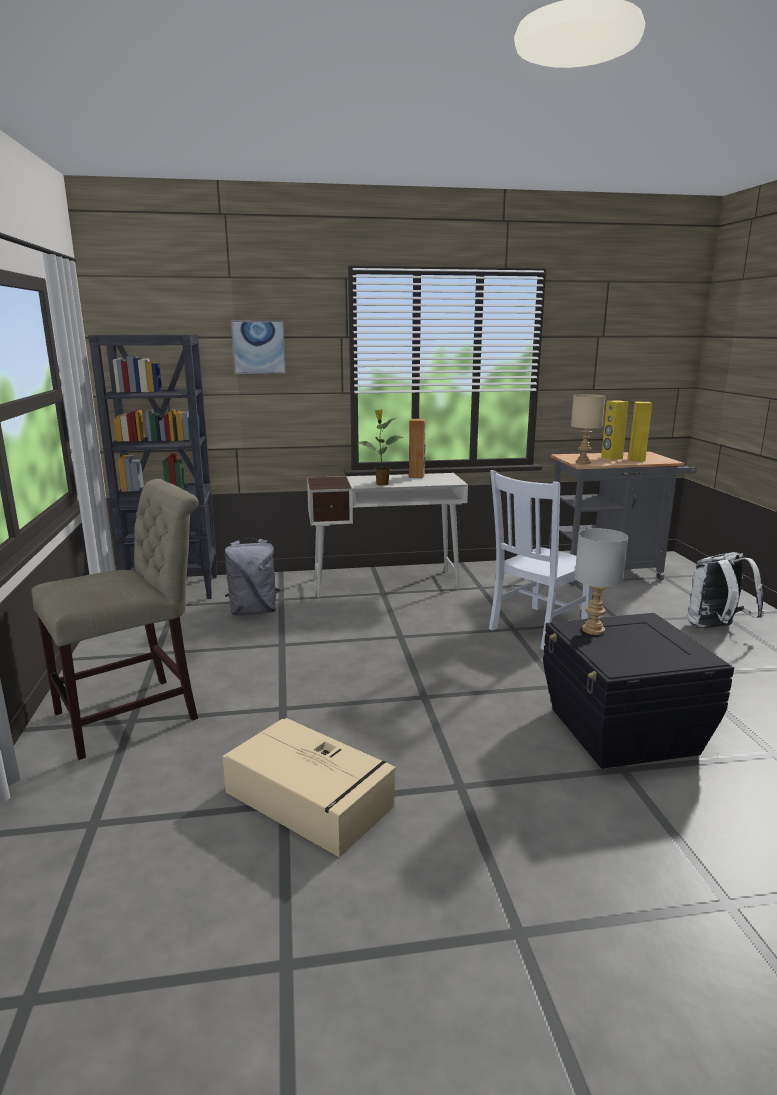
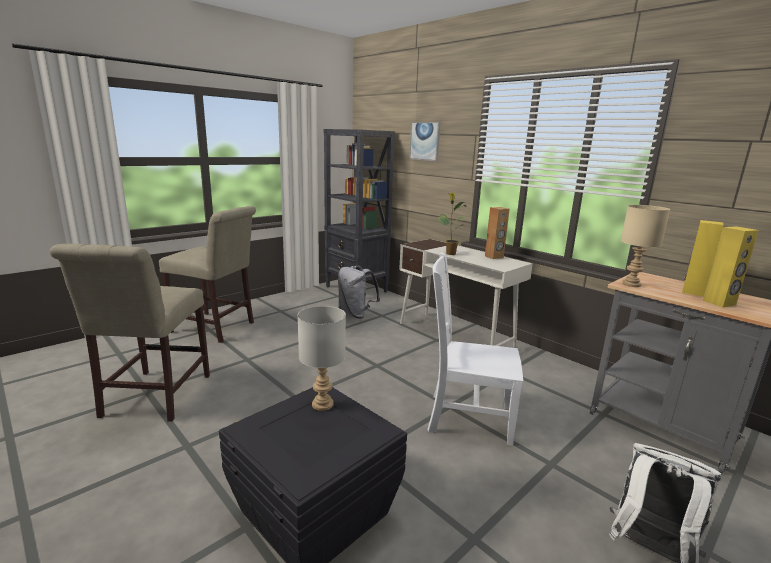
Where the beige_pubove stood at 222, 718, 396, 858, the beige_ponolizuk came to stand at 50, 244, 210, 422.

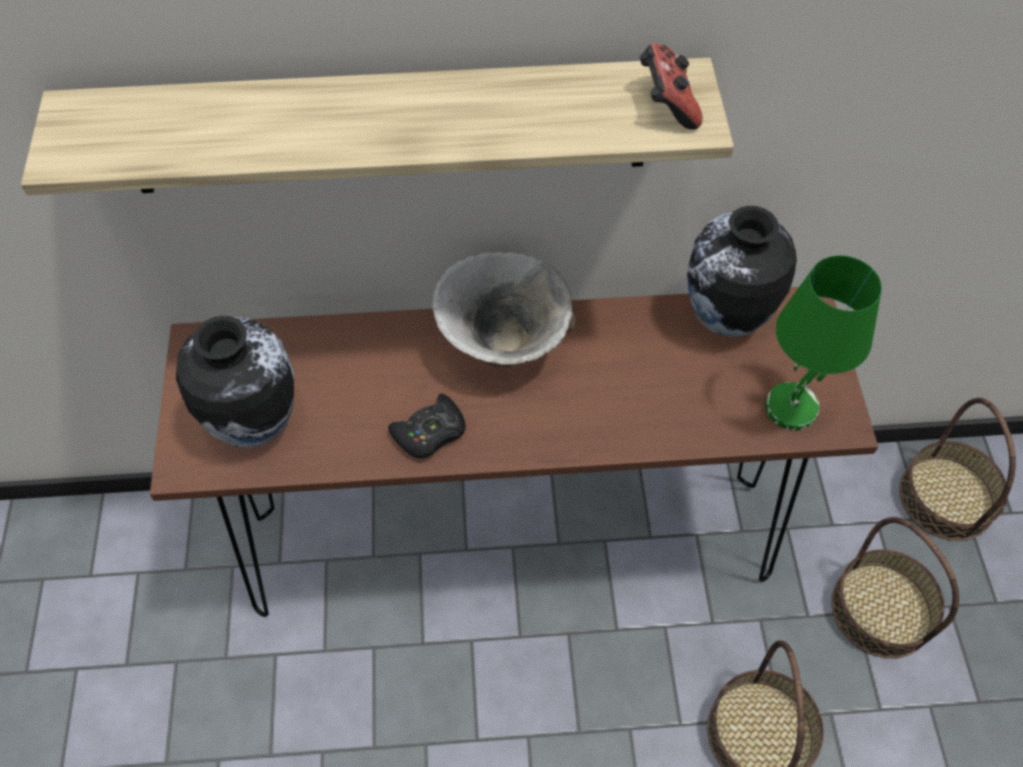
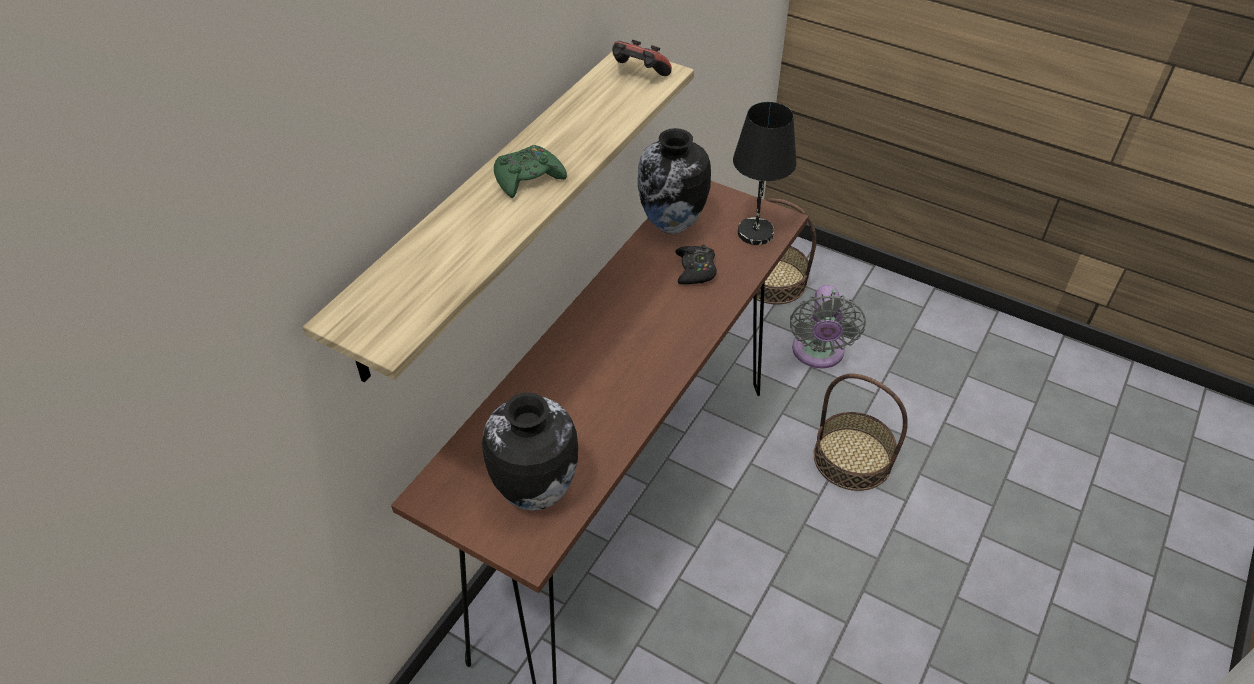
The second view lost the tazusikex at 432, 252, 575, 367.
What was the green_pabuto at 765, 255, 882, 430 turned into the black_pabuto at 733, 102, 797, 245.
The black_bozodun ended up elsewhere, having gone from 388, 394, 466, 458 to 675, 245, 717, 284.
Where the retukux stood at 831, 517, 959, 658, the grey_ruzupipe came to stand at 790, 285, 866, 368.
The second view gained the green_bozodun at 494, 145, 567, 198.

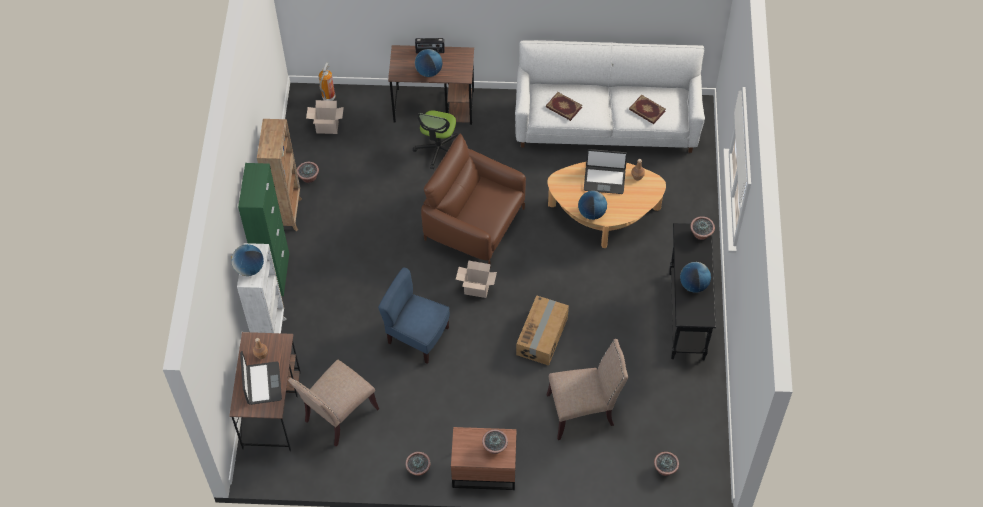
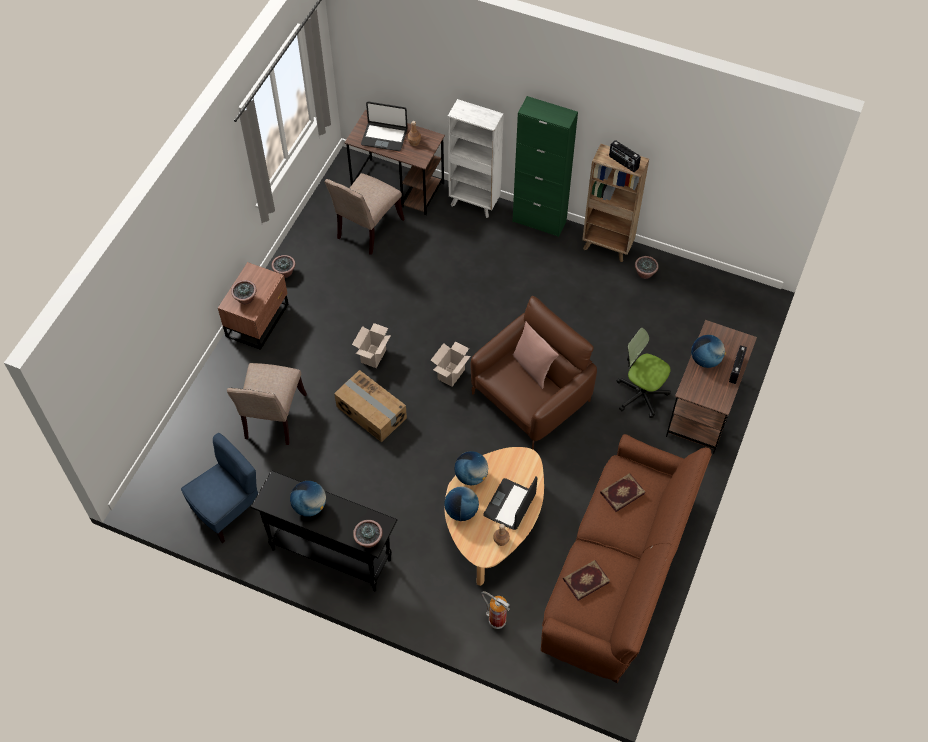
What was the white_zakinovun at 515, 40, 705, 153 turned into the brown_zakinovun at 541, 434, 712, 683.
The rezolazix ended up elsewhere, having gone from 318, 62, 335, 101 to 481, 591, 510, 629.
The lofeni ended up elsewhere, having gone from 306, 100, 344, 134 to 352, 323, 391, 368.
The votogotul ended up elsewhere, having gone from 231, 244, 264, 276 to 444, 486, 479, 521.
The blue_ponolizuk ended up elsewhere, having gone from 378, 267, 450, 364 to 181, 433, 258, 543.
The beige_ponolizuk at 288, 360, 379, 446 ended up facing another way, 120 degrees counterclockwise from before.
The second view lost the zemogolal at 654, 452, 679, 476.
The second view gained the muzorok at 609, 140, 641, 172.
The second view gained the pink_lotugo at 513, 321, 559, 389.

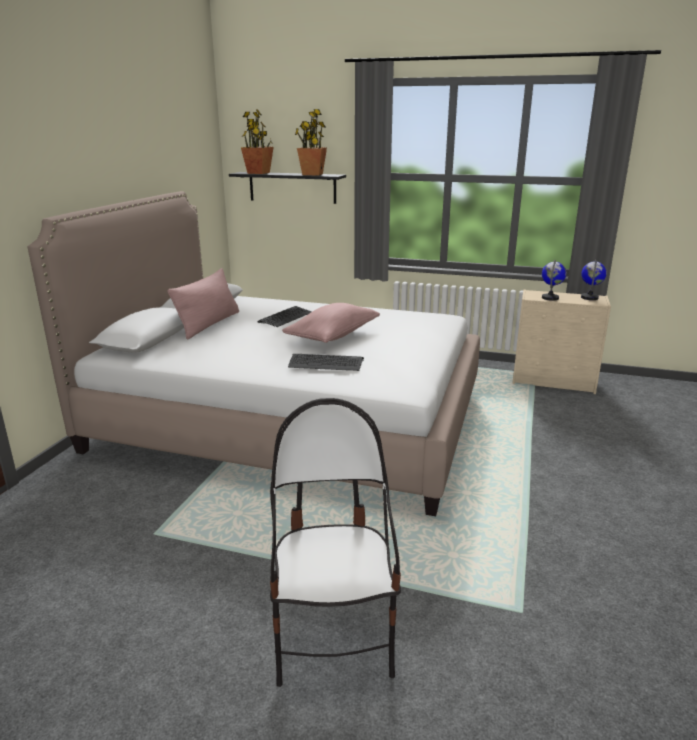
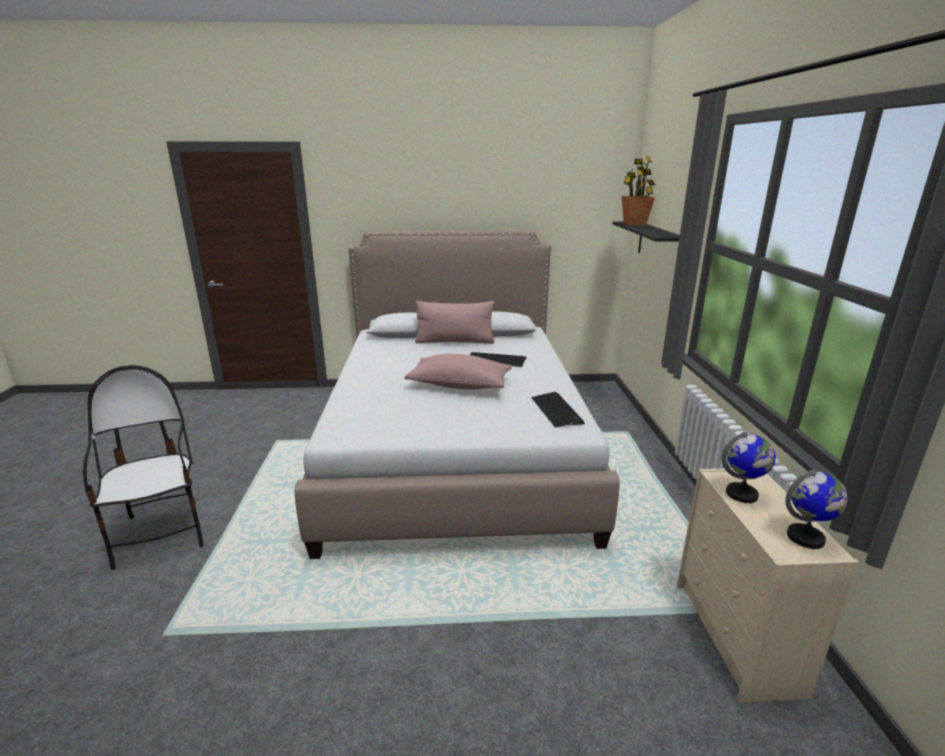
The second view lost the zemogolal at 295, 109, 327, 175.
The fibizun ended up elsewhere, having gone from 288, 354, 364, 371 to 532, 392, 585, 428.
The ponolizuk at 270, 398, 401, 687 ended up facing another way, 90 degrees counterclockwise from before.

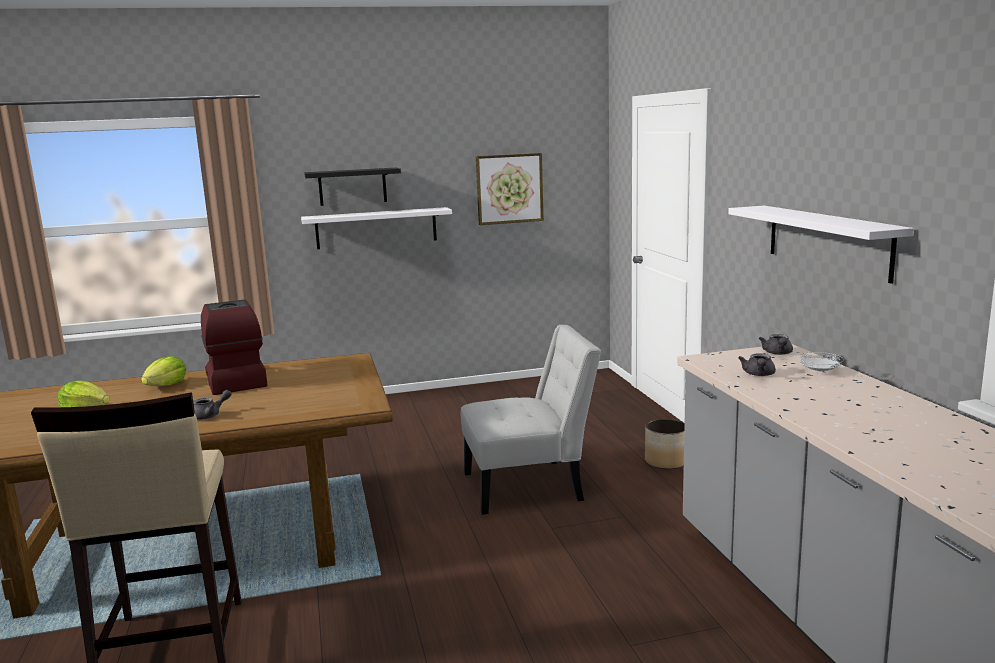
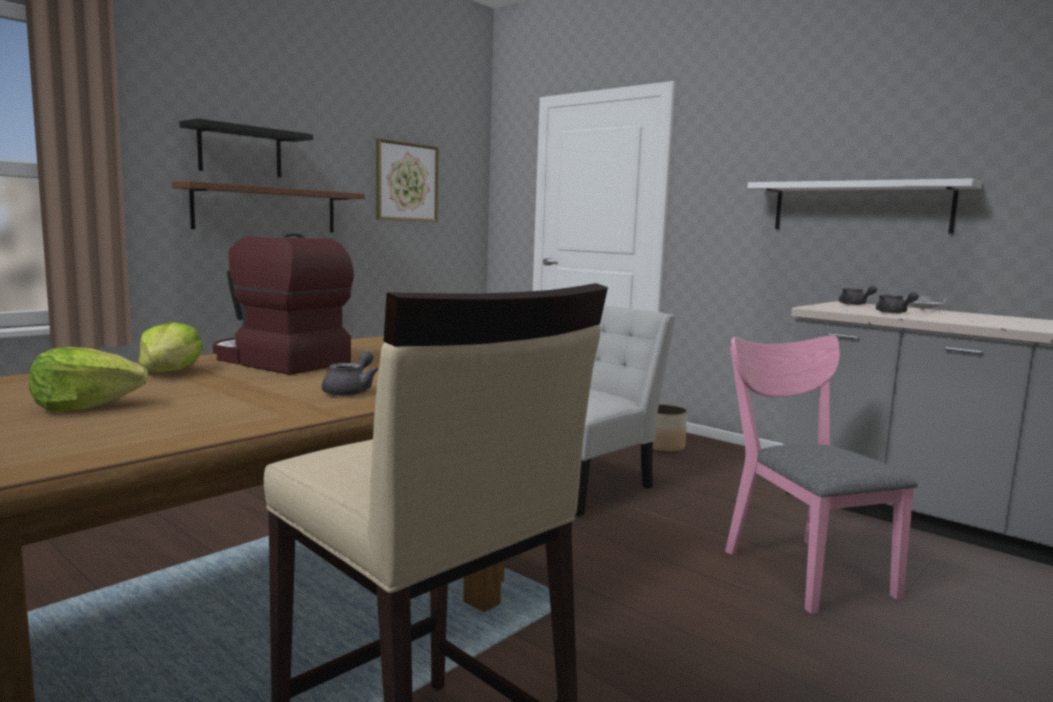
What was the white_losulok at 301, 207, 452, 249 turned into the brown_losulok at 171, 181, 365, 233.
The second view gained the pink_ponolizuk at 725, 335, 918, 614.

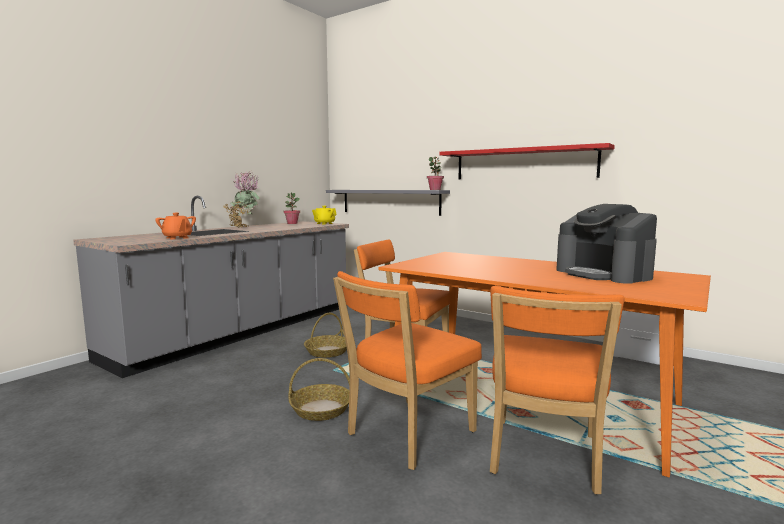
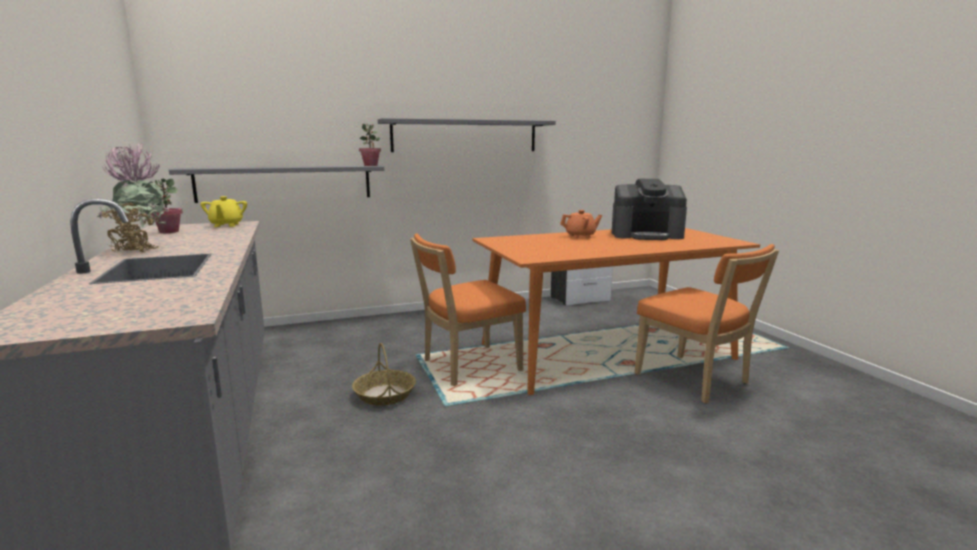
What was the red_losulok at 439, 143, 615, 180 turned into the grey_losulok at 378, 118, 556, 152.
The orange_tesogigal ended up elsewhere, having gone from 155, 213, 196, 239 to 560, 210, 602, 238.
The second view lost the orange_ponolizuk at 333, 271, 482, 470.
The second view lost the retukux at 288, 358, 350, 421.

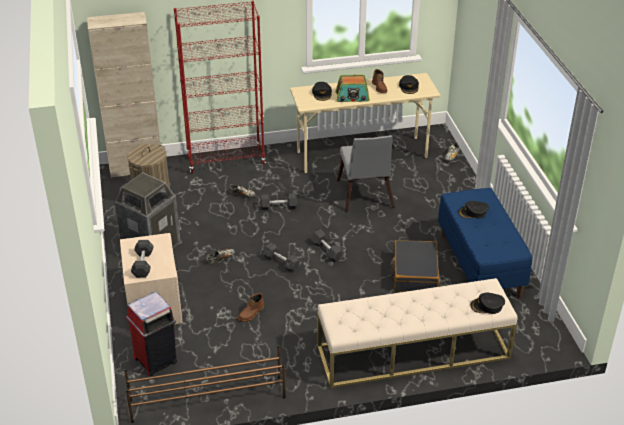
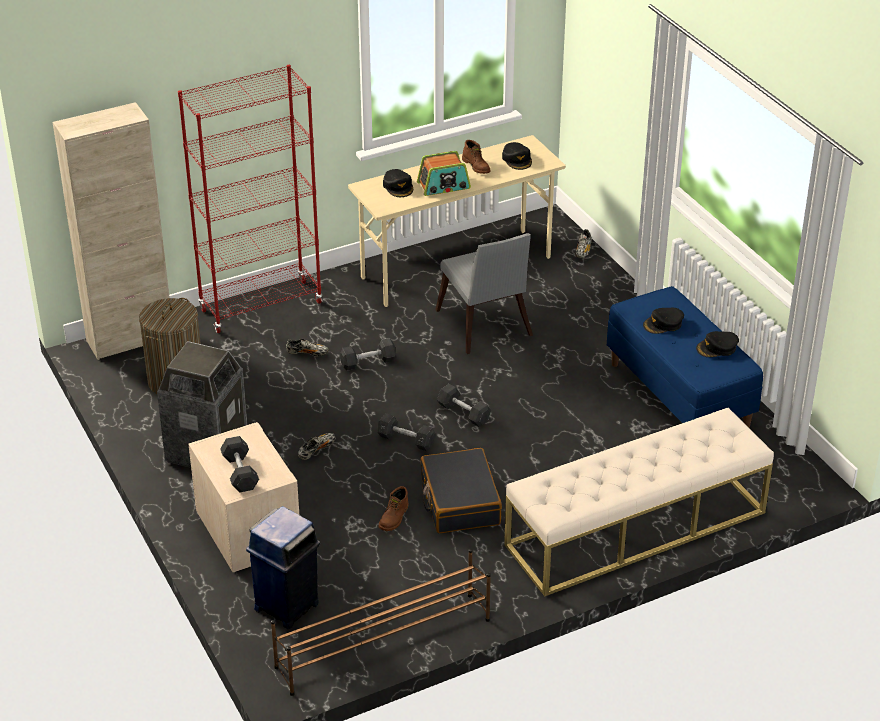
The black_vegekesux ended up elsewhere, having gone from 391, 240, 440, 292 to 420, 448, 502, 533.
What was the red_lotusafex at 126, 292, 177, 376 turned into the blue_lotusafex at 246, 506, 320, 629.
The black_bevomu ended up elsewhere, having gone from 470, 293, 505, 314 to 696, 331, 739, 357.

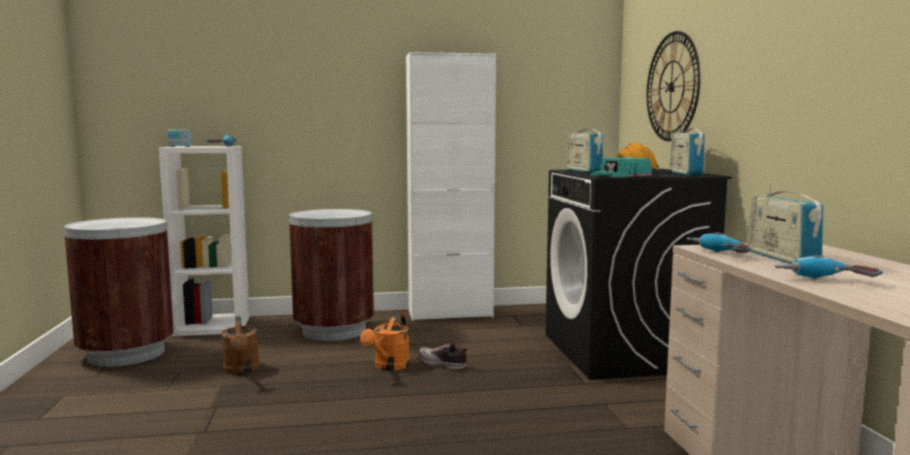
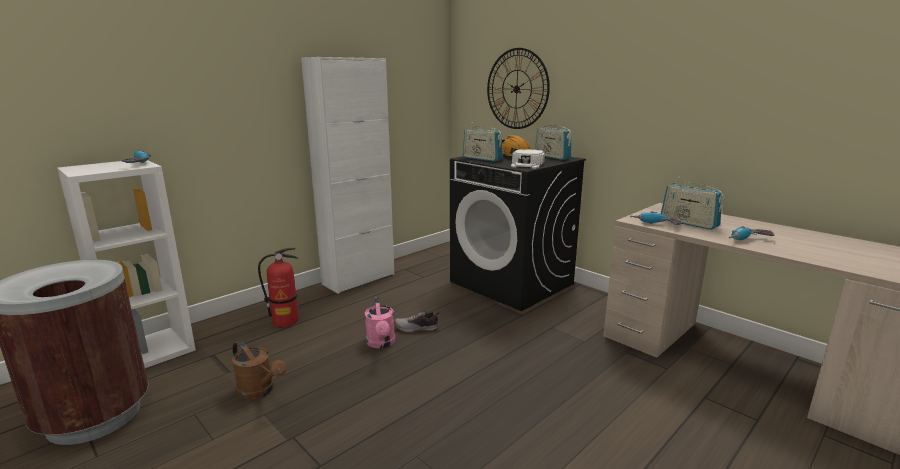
The second view lost the muzorok at 168, 111, 192, 147.
What was the turquoise_bevomu at 591, 158, 652, 177 turned into the white_bevomu at 511, 149, 545, 169.
Where the brown_lotusafex stood at 289, 209, 374, 341, the rezolazix came to stand at 258, 248, 299, 327.
What was the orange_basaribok at 360, 313, 410, 371 turned into the pink_basaribok at 365, 297, 396, 348.

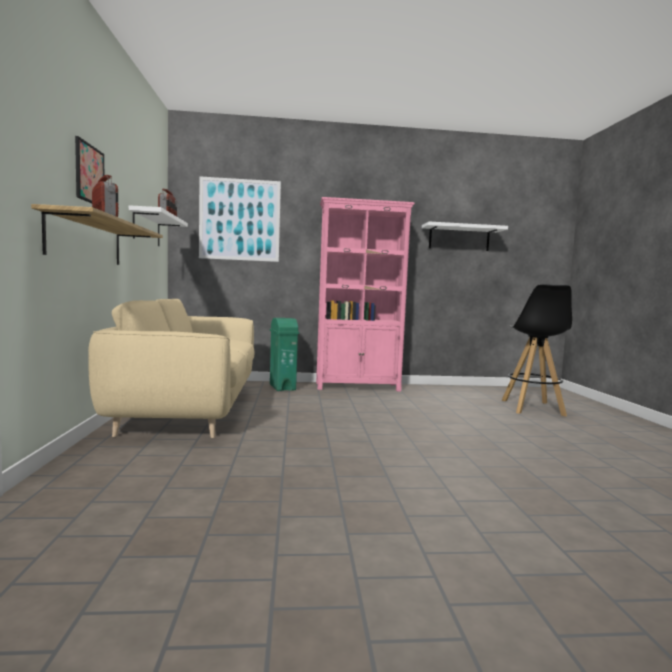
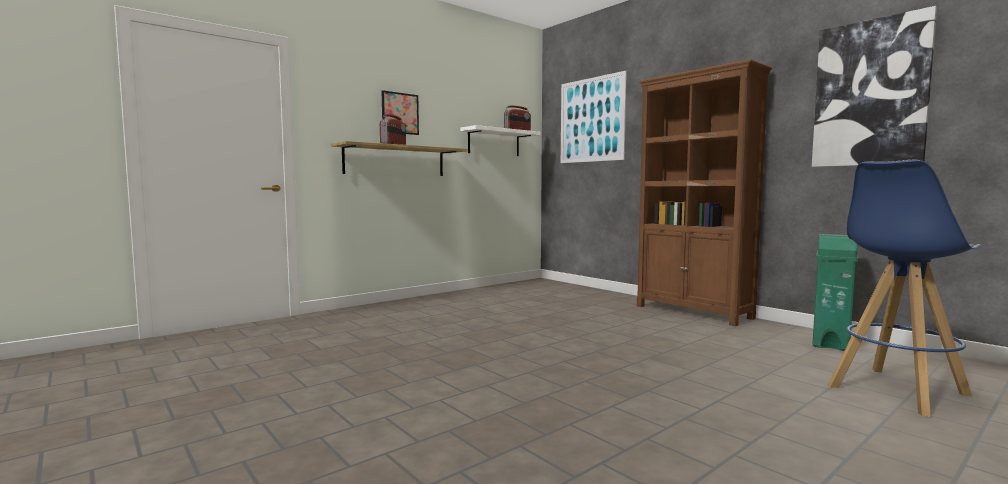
What was the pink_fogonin at 316, 197, 415, 391 turned into the brown_fogonin at 637, 59, 772, 326.
Where the white_losulok hung at 422, 222, 508, 251, the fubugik came to hang at 812, 6, 937, 167.
What was the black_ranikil at 502, 284, 572, 417 turned into the blue_ranikil at 828, 160, 981, 417.
The second view lost the beige_zakinovun at 88, 299, 255, 438.
The green_lotusafex ended up elsewhere, having gone from 270, 318, 299, 391 to 812, 234, 858, 351.

